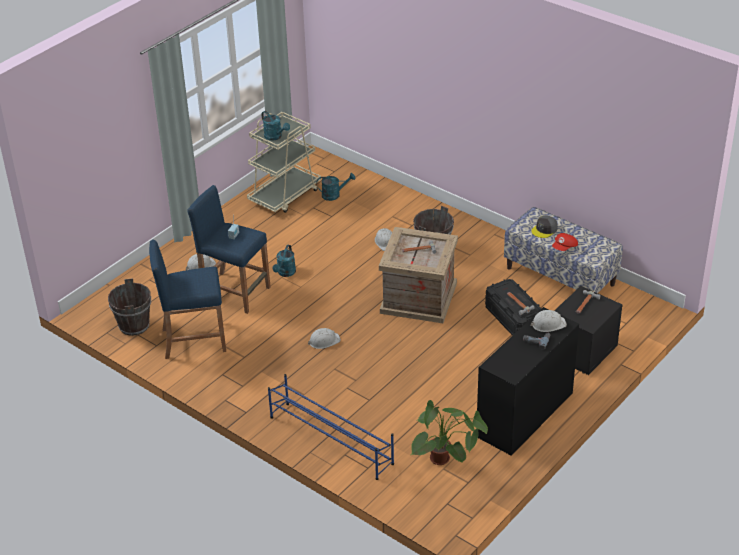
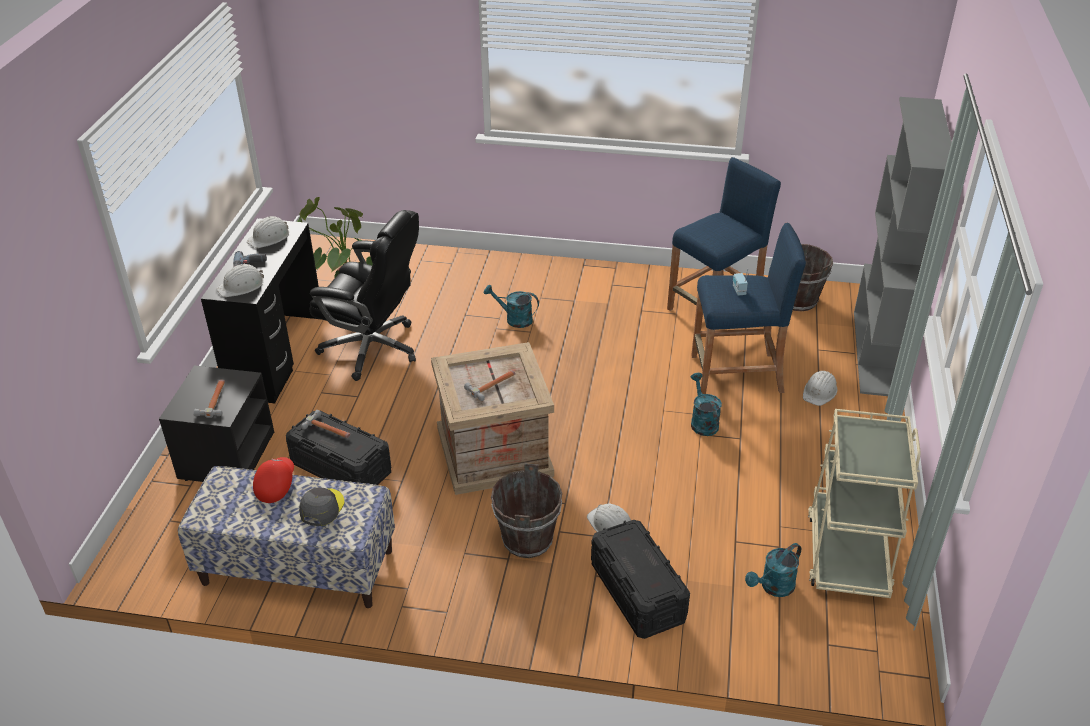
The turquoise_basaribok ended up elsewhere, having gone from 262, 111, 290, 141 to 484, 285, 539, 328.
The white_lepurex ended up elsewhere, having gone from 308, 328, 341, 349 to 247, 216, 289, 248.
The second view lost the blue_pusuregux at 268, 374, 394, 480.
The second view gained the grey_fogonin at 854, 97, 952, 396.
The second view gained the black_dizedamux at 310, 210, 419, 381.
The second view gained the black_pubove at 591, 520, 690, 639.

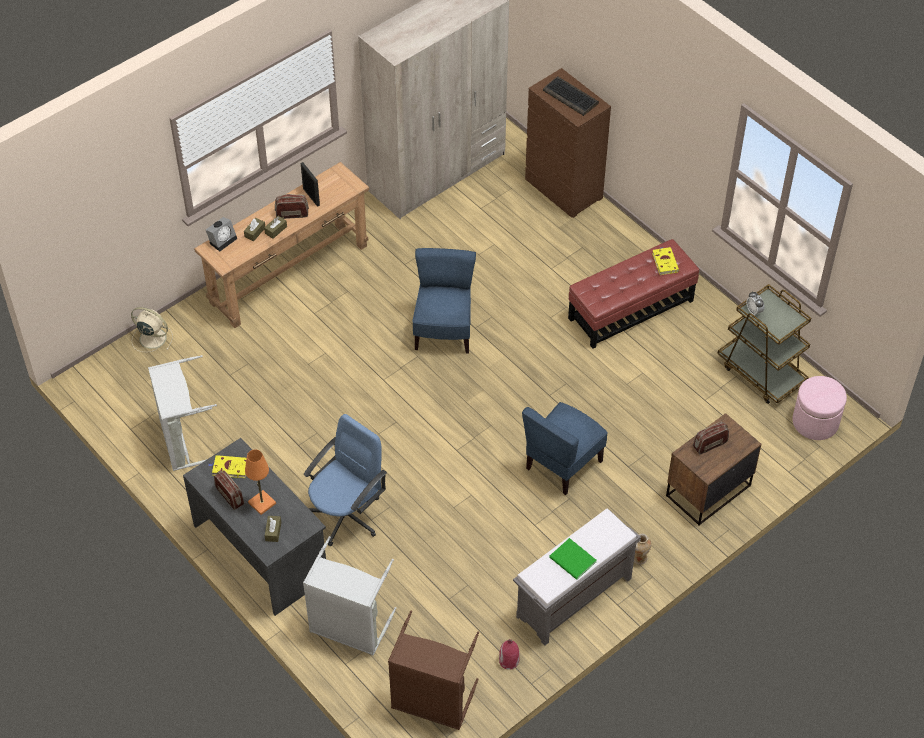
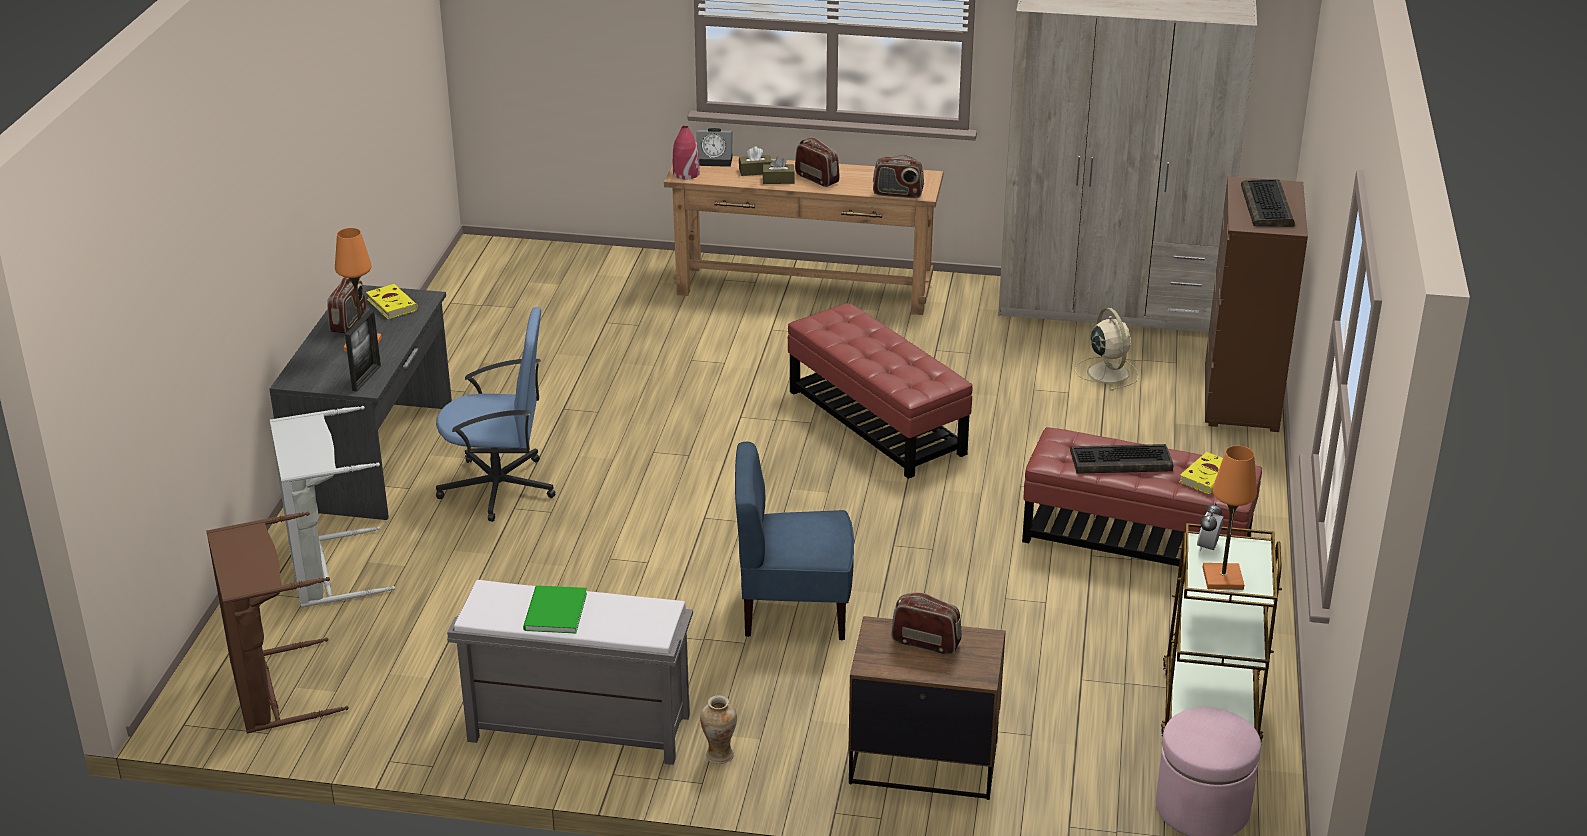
The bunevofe ended up elsewhere, having gone from 301, 162, 320, 207 to 345, 310, 381, 392.
Where the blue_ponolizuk stood at 412, 248, 476, 354, the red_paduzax came to stand at 788, 303, 973, 479.
The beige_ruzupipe ended up elsewhere, having gone from 131, 307, 173, 352 to 1075, 308, 1139, 391.
The second view lost the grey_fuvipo at 148, 355, 217, 471.
The second view lost the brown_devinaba at 265, 516, 281, 542.
The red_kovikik ended up elsewhere, having gone from 499, 639, 520, 670 to 673, 126, 700, 179.
The second view gained the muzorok at 873, 155, 924, 198.
The second view gained the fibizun at 1070, 444, 1173, 474.
The second view gained the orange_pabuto at 1203, 445, 1257, 590.

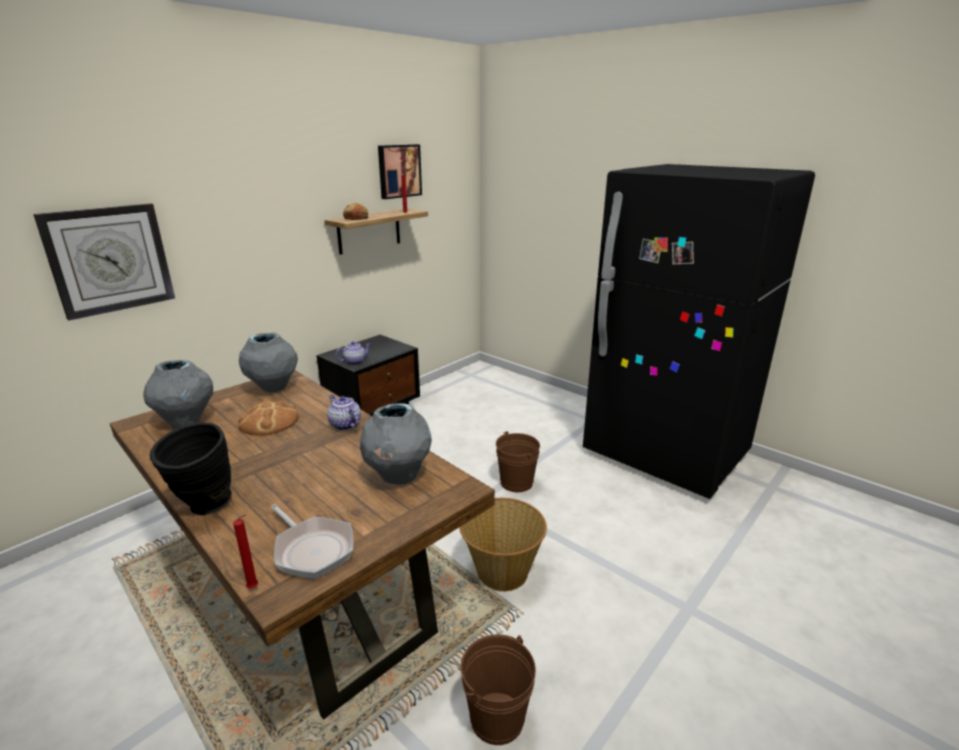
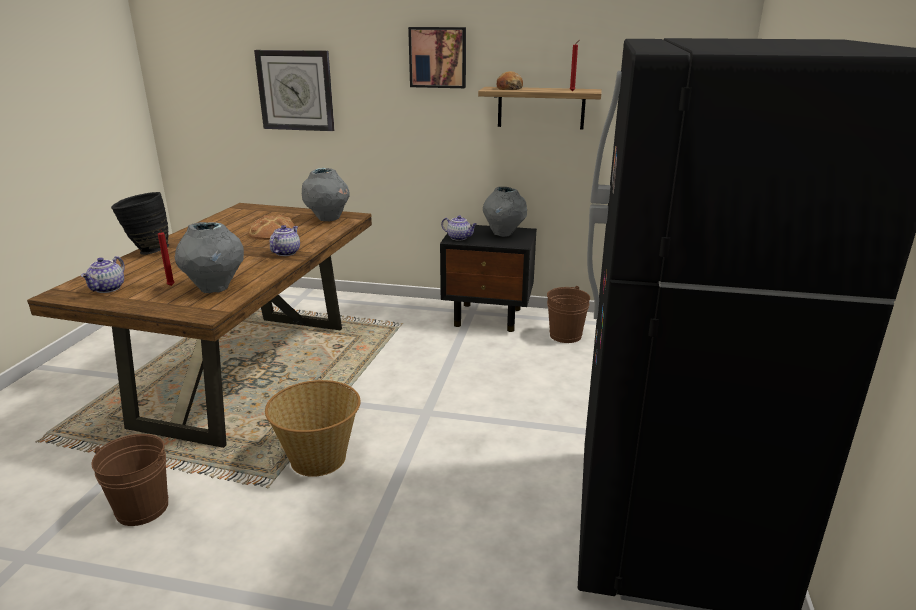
The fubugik ended up elsewhere, having gone from 378, 144, 422, 199 to 408, 27, 466, 88.
The grey_kovikik ended up elsewhere, having gone from 143, 360, 213, 428 to 483, 187, 527, 237.
The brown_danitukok ended up elsewhere, having gone from 496, 431, 540, 492 to 547, 286, 590, 343.
Where the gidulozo stood at 271, 504, 354, 579, the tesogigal came to stand at 81, 256, 125, 293.
The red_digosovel ended up elsewhere, having gone from 233, 515, 258, 588 to 158, 229, 175, 286.

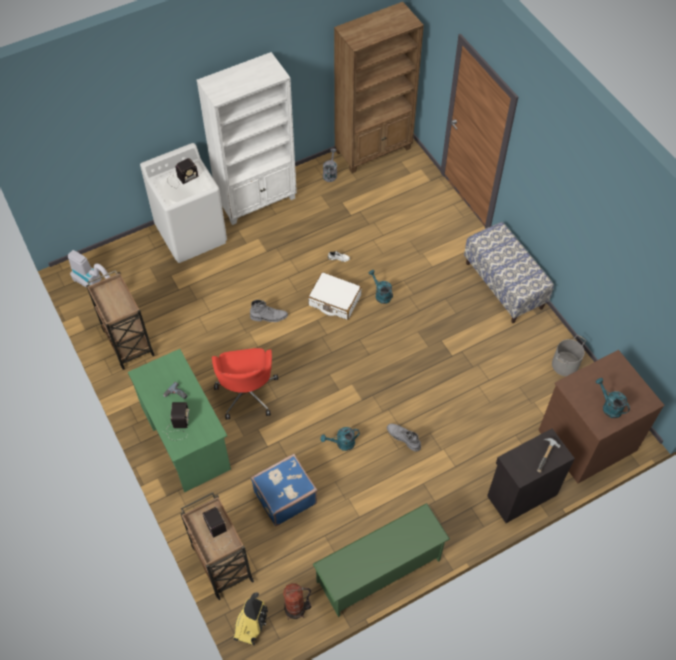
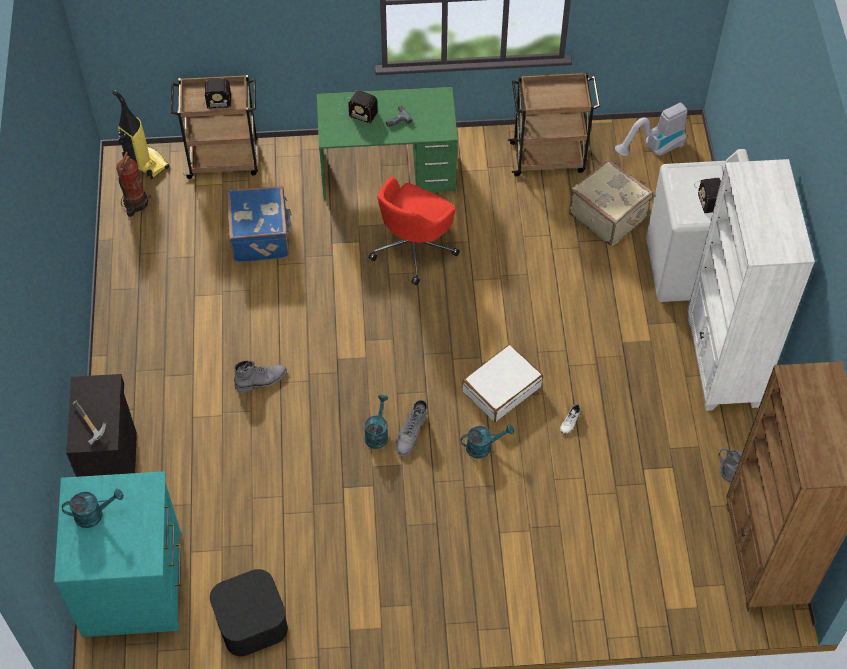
The second view lost the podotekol at 464, 222, 554, 323.
The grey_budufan ended up elsewhere, having gone from 250, 300, 288, 322 to 396, 400, 427, 457.
Where the grey_danitukok stood at 552, 335, 586, 376, the black_pubove came to stand at 210, 569, 288, 656.
The red_dizedamux at 212, 348, 278, 420 ended up facing another way, 75 degrees counterclockwise from before.
What was the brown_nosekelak at 538, 350, 665, 483 turned into the turquoise_nosekelak at 54, 471, 181, 637.
The turquoise_basaribok ended up elsewhere, having gone from 321, 427, 360, 451 to 364, 395, 388, 449.
The second view lost the green_pusuregux at 313, 503, 450, 617.
The second view gained the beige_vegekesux at 569, 159, 653, 246.

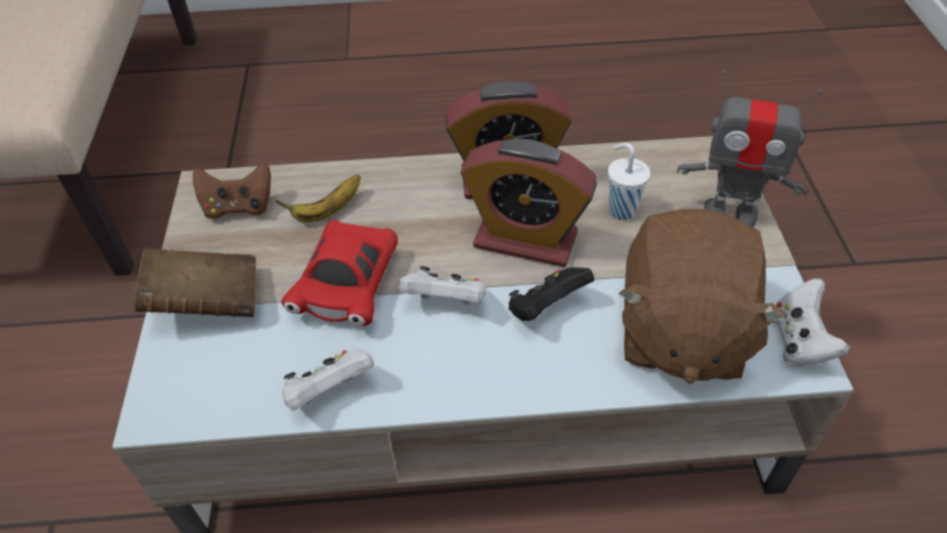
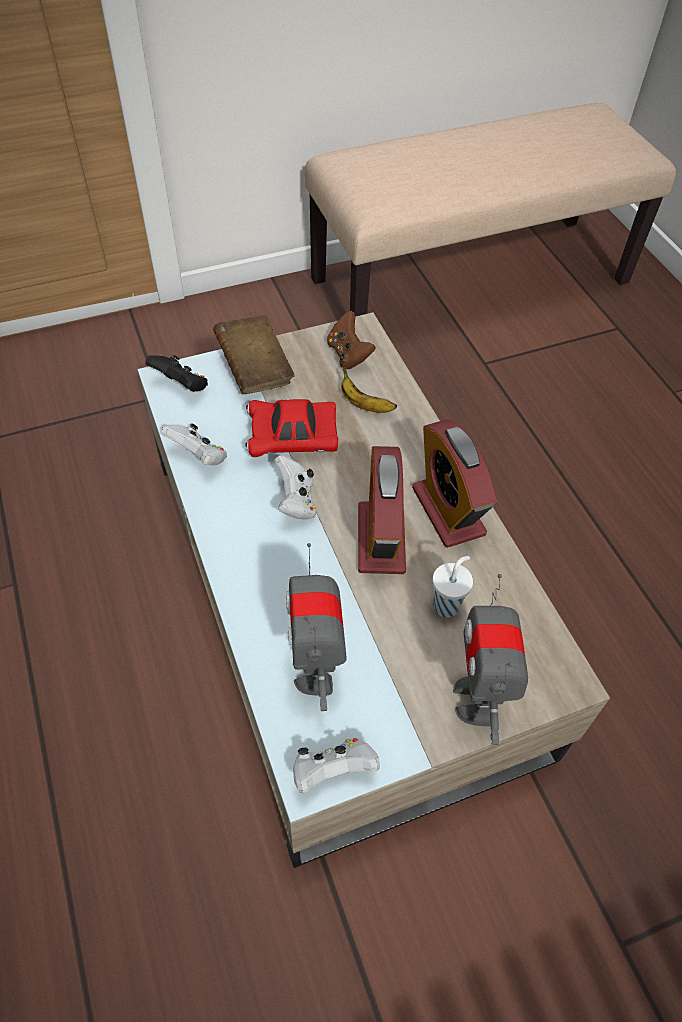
Where the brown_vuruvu stood at 618, 209, 787, 384, the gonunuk came to stand at 286, 543, 347, 711.
The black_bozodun ended up elsewhere, having gone from 509, 267, 594, 321 to 145, 355, 208, 392.

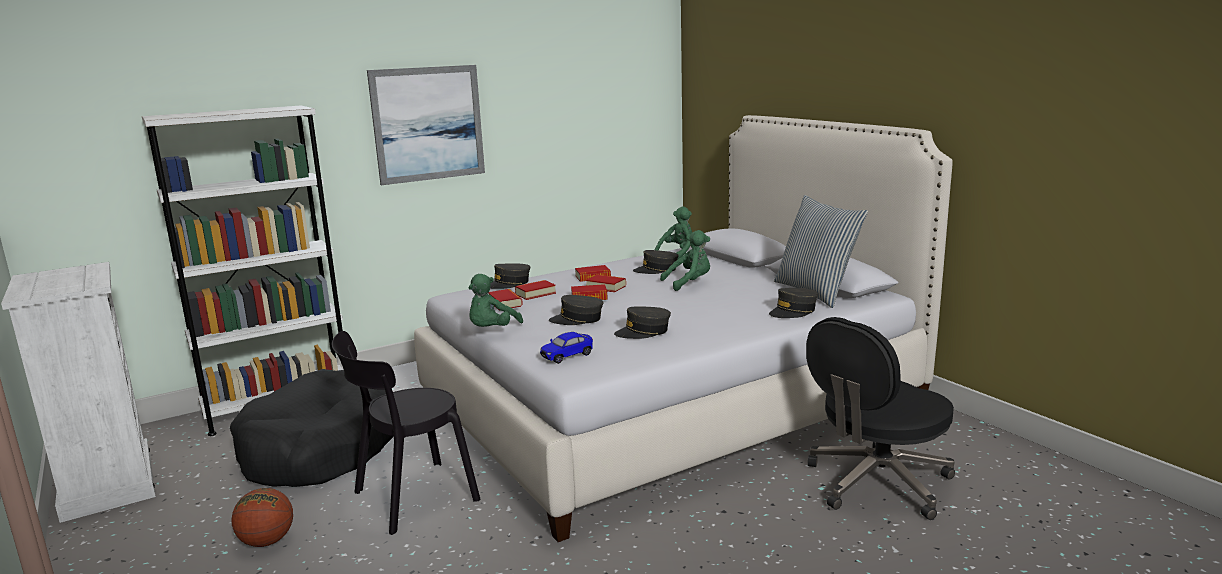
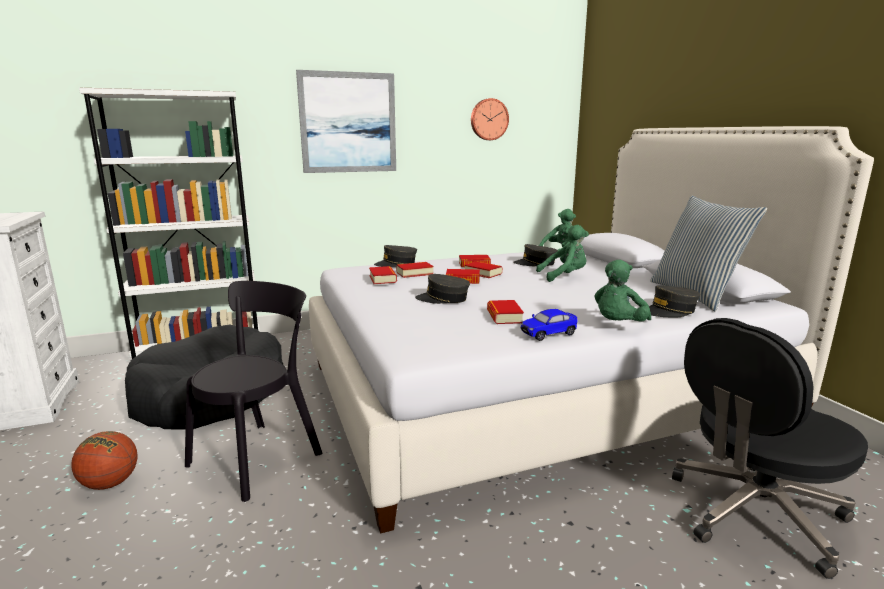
The green_vuruvu ended up elsewhere, having gone from 468, 274, 523, 327 to 594, 260, 651, 322.
Where the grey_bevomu stood at 614, 306, 671, 339, the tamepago came to stand at 487, 300, 524, 324.
The black_ponolizuk at 332, 331, 480, 535 ended up facing another way, 150 degrees clockwise from before.
The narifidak ended up elsewhere, having gone from 540, 332, 593, 364 to 521, 309, 578, 341.
The second view gained the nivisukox at 471, 98, 509, 140.

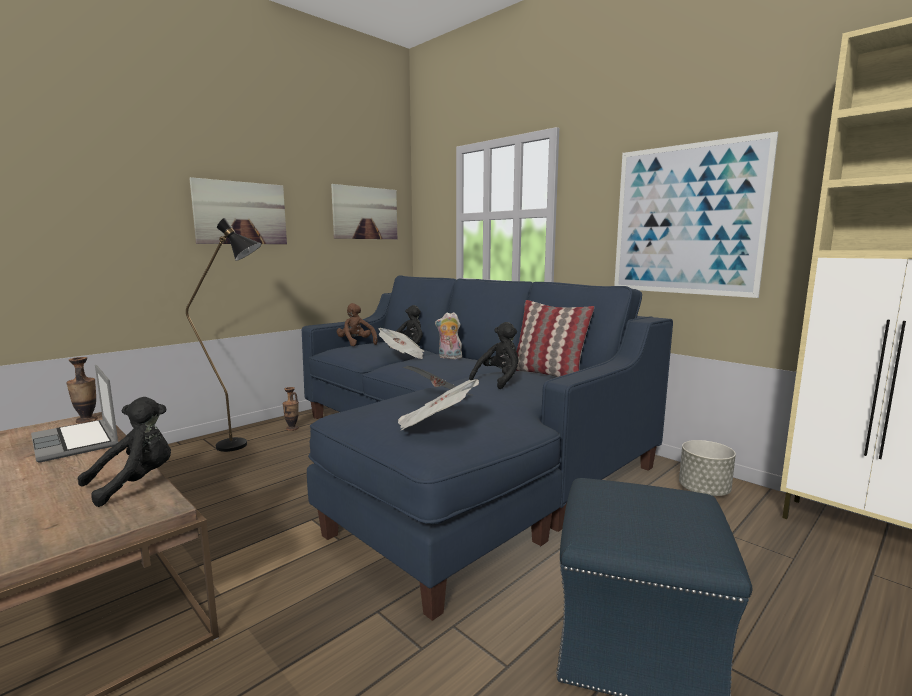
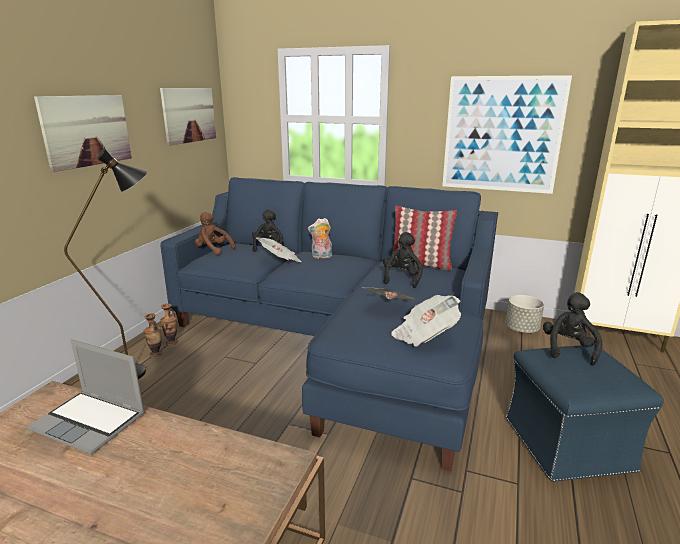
The kovikik ended up elsewhere, having gone from 66, 357, 98, 423 to 144, 314, 163, 357.
The black_vuruvu ended up elsewhere, having gone from 78, 397, 171, 507 to 543, 292, 602, 365.

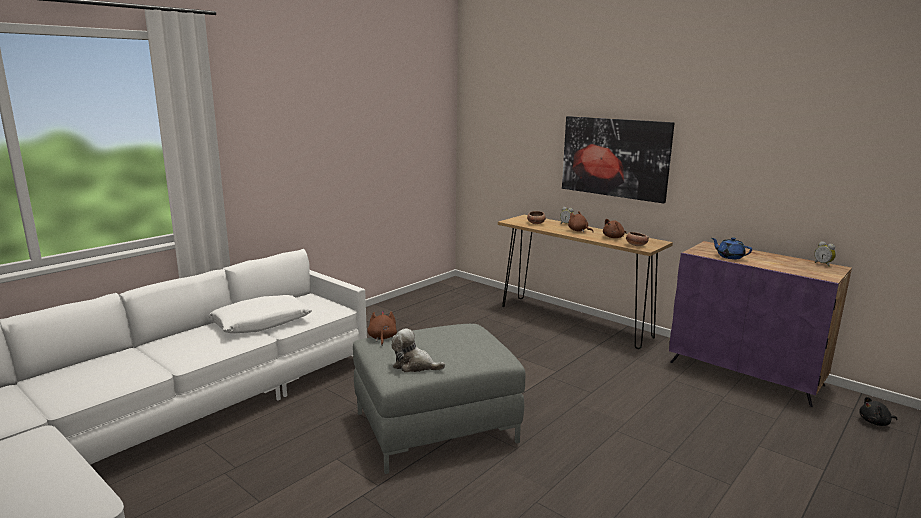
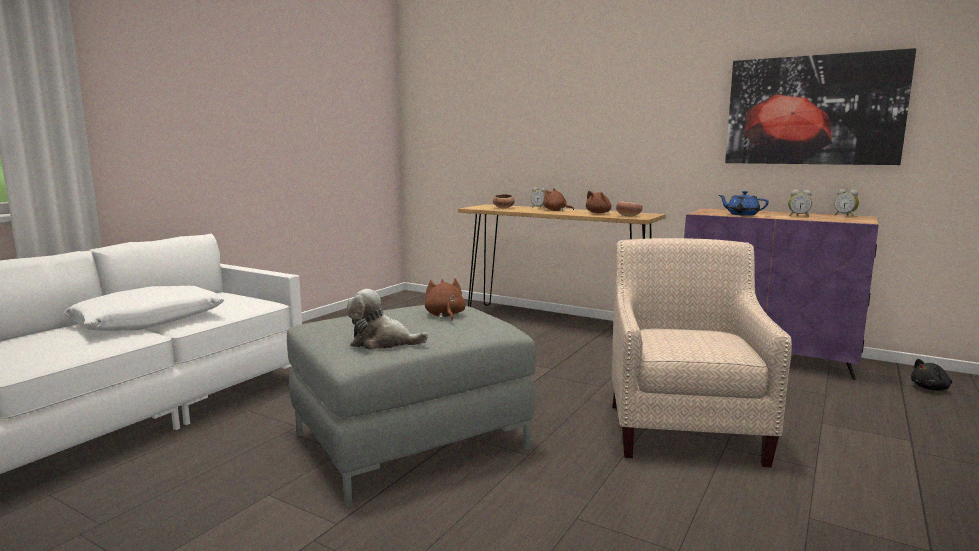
The fubugik ended up elsewhere, having gone from 562, 116, 675, 204 to 725, 48, 916, 165.
The brown_vuruvu ended up elsewhere, having gone from 367, 311, 397, 345 to 425, 278, 466, 321.
The second view gained the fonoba at 788, 190, 812, 217.
The second view gained the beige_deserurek at 612, 238, 792, 468.

